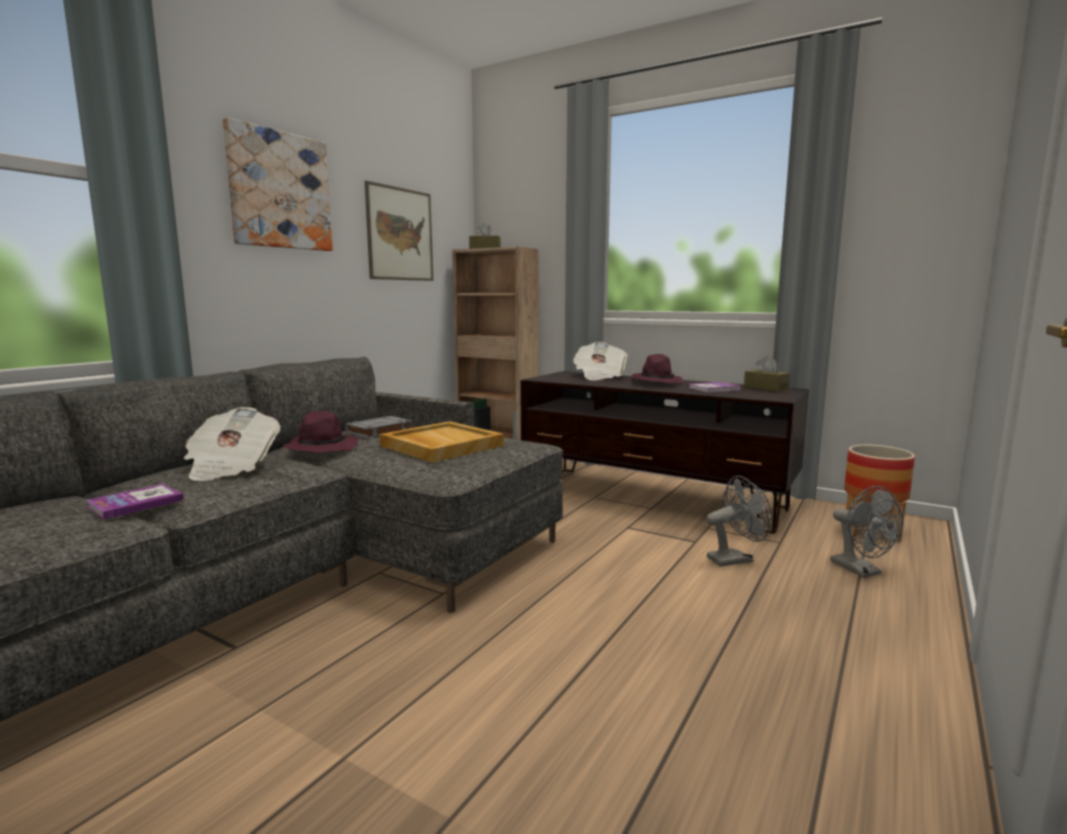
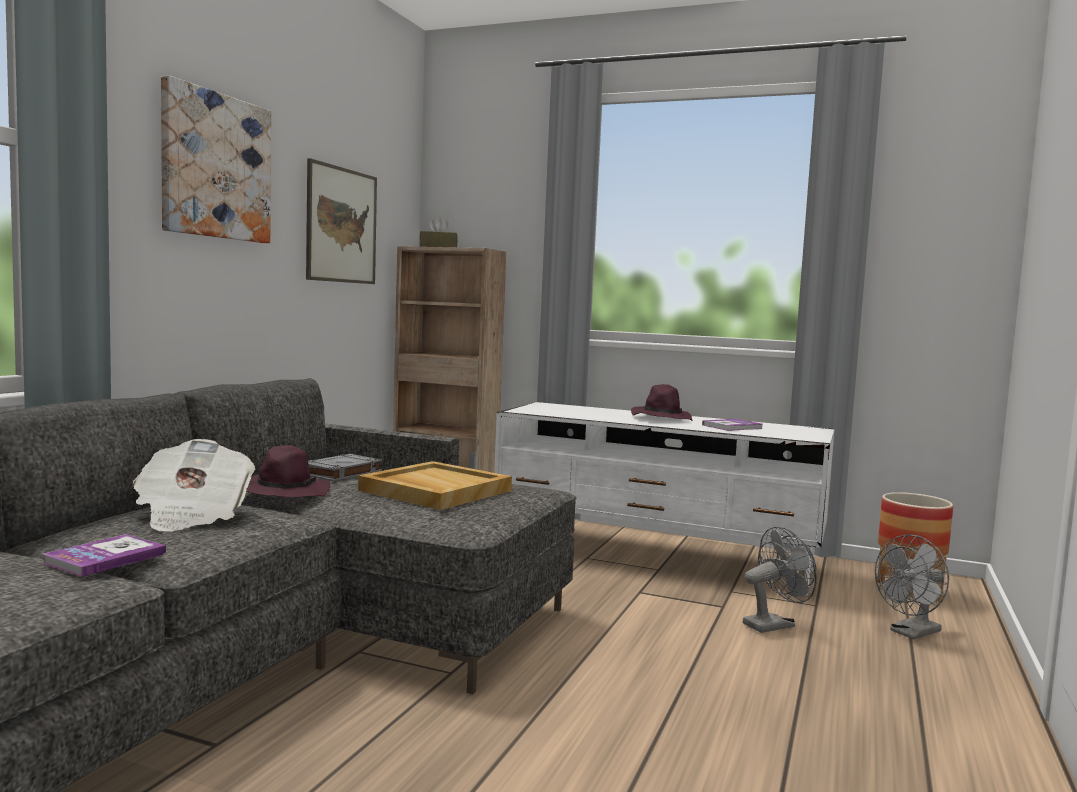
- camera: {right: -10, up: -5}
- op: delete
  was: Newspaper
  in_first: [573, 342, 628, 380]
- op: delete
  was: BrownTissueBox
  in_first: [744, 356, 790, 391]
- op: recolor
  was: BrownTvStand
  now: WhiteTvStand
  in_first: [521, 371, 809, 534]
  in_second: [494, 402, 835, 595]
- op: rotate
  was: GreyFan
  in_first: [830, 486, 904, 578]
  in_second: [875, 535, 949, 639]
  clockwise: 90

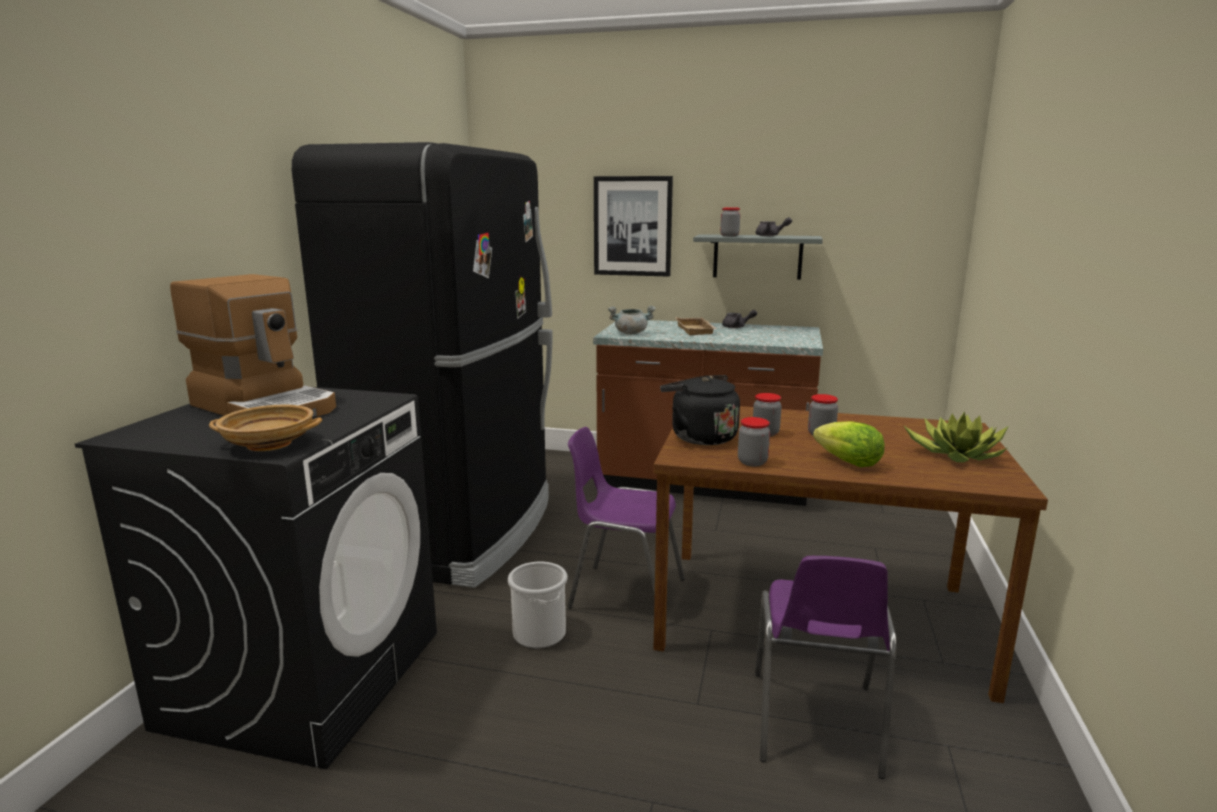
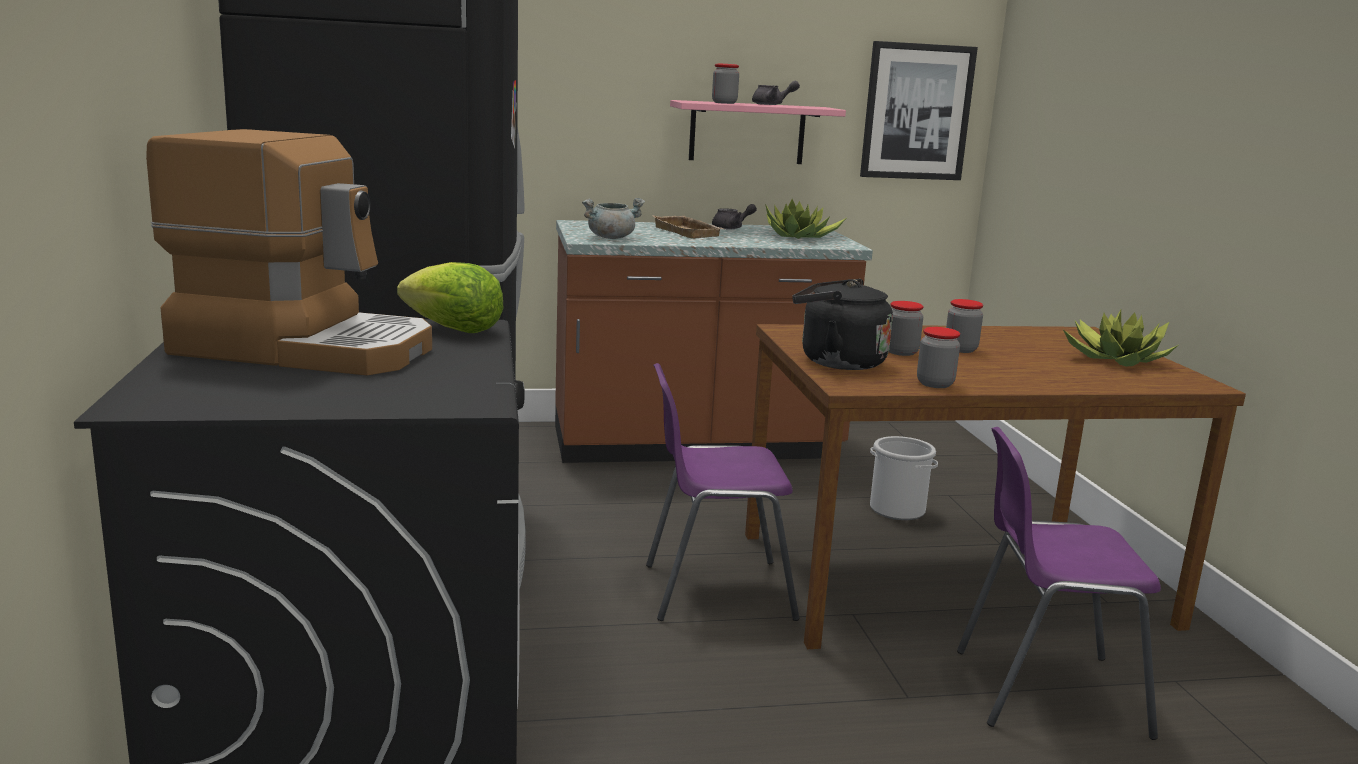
- camera: {right: -25, up: 0}
- op: move
  was: Picture
  in_first: [594, 176, 673, 277]
  in_second: [860, 41, 978, 180]
- op: recolor
  was: GreyShelf
  now: PinkShelf
  in_first: [693, 234, 823, 280]
  in_second: [670, 100, 846, 164]
- op: delete
  was: BeigeBowl
  in_first: [209, 405, 322, 451]
- op: move
  was: Lettuce
  in_first: [813, 421, 885, 467]
  in_second: [397, 262, 503, 333]
- op: rotate
  was: PurpleChair
  in_first: [755, 556, 897, 779]
  in_second: [957, 427, 1161, 740]
  clockwise: 105
- op: move
  was: Bucket
  in_first: [508, 562, 567, 649]
  in_second: [870, 436, 938, 520]
- op: insert
  now: PottedPlant
  in_second: [765, 199, 846, 239]

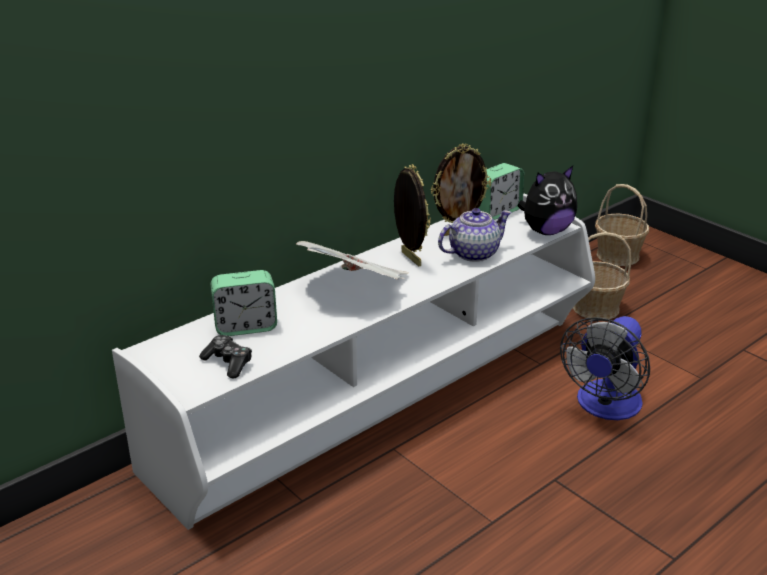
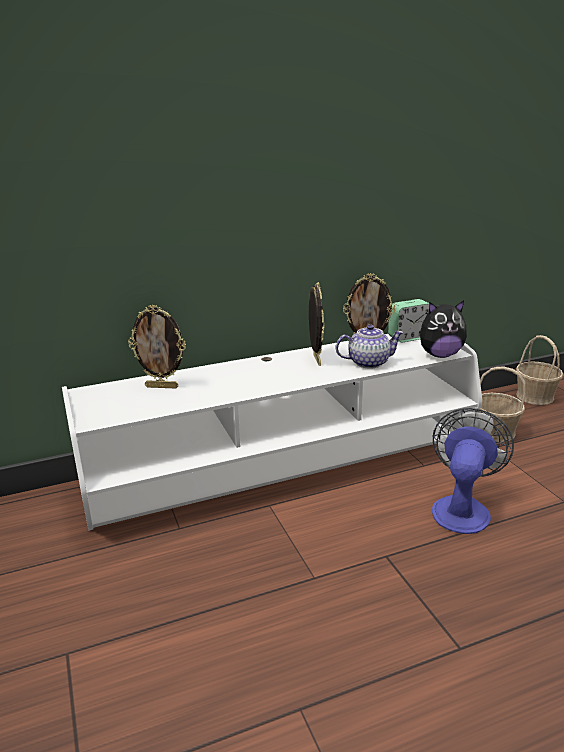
- camera: {right: 20, up: -5}
- op: delete
  was: Newspaper
  in_first: [296, 241, 409, 280]
- op: replace
  was: AlarmClock
  now: PictureFrame
  in_first: [211, 270, 277, 336]
  in_second: [128, 305, 186, 388]
- op: rotate
  was: Fan
  in_first: [560, 316, 650, 420]
  in_second: [432, 408, 514, 534]
  clockwise: 150
- op: delete
  was: GameController
  in_first: [199, 335, 252, 378]

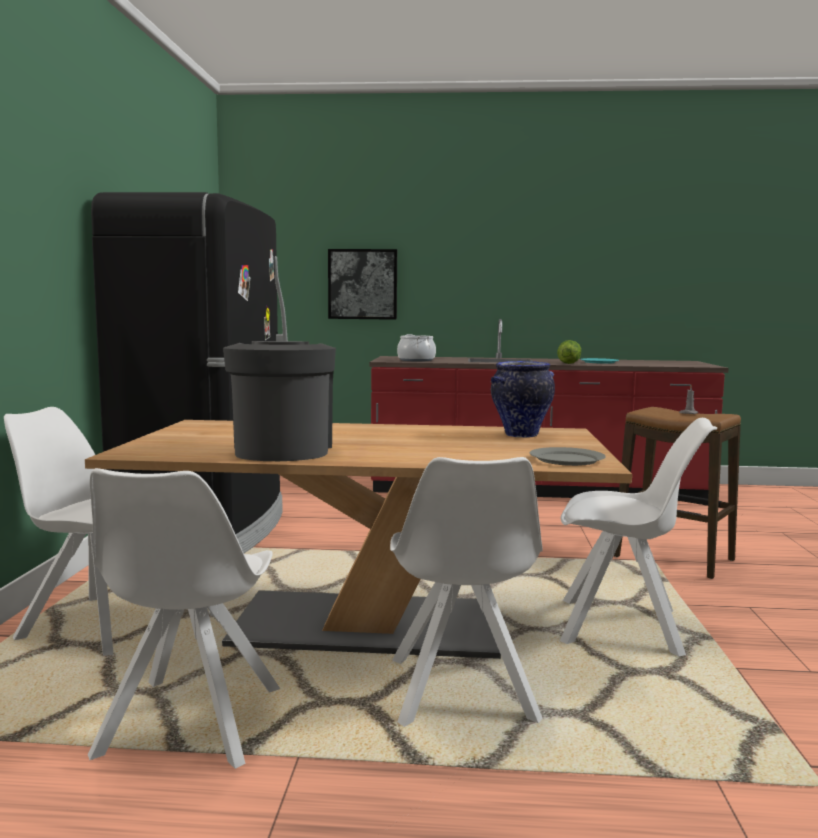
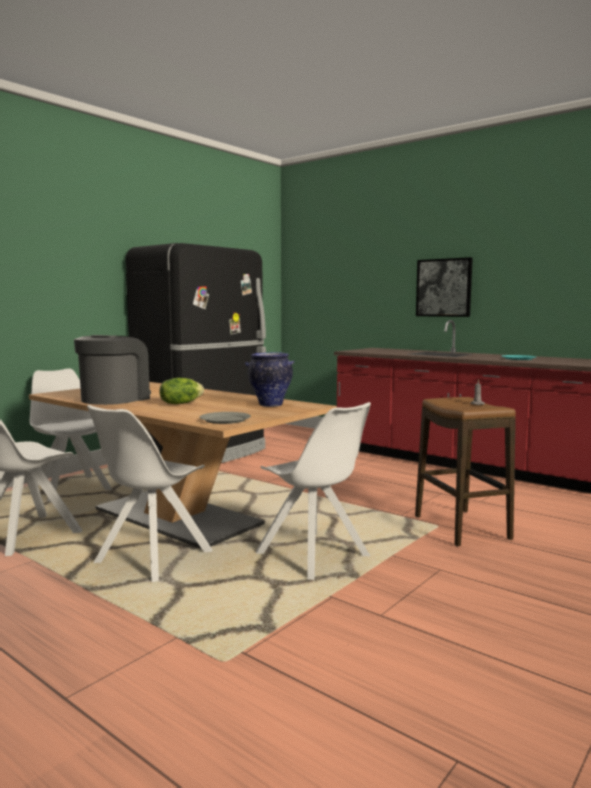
- camera: {right: 35, up: 0}
- op: move
  was: Picture
  in_first: [328, 249, 397, 320]
  in_second: [416, 257, 473, 317]
- op: delete
  was: CookingPot
  in_first: [397, 334, 436, 361]
- op: move
  was: Lettuce
  in_first: [557, 340, 581, 364]
  in_second: [159, 378, 204, 404]

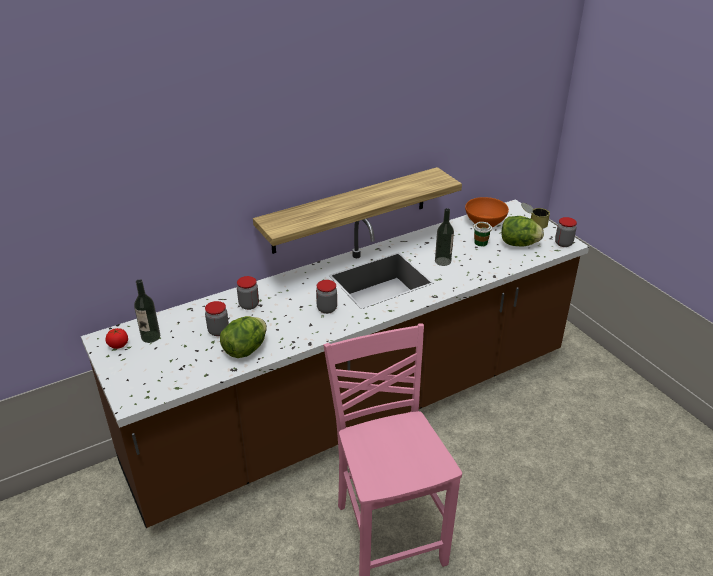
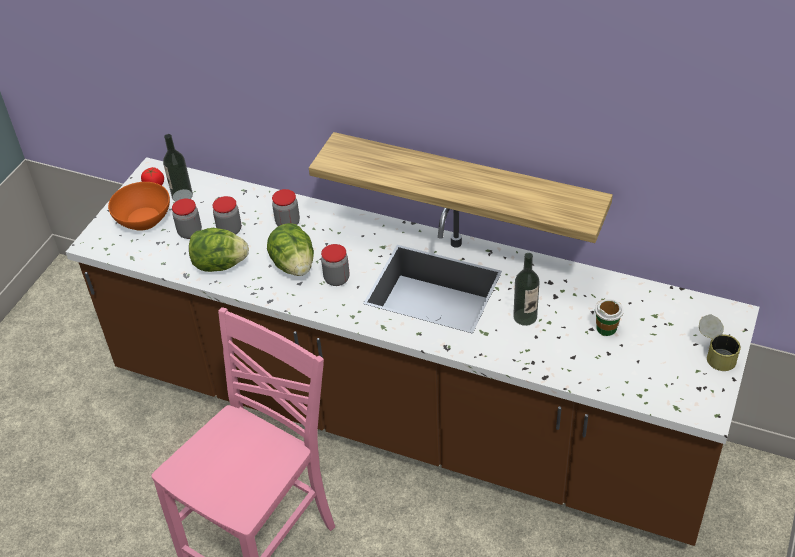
- camera: {right: 55, up: 10}
- op: move
  was: OrangeBowl
  in_first: [465, 197, 509, 227]
  in_second: [108, 182, 170, 231]
- op: move
  was: Lettuce
  in_first: [502, 216, 544, 246]
  in_second: [267, 223, 314, 276]
- op: move
  was: Jar
  in_first: [555, 217, 577, 247]
  in_second: [172, 199, 202, 239]

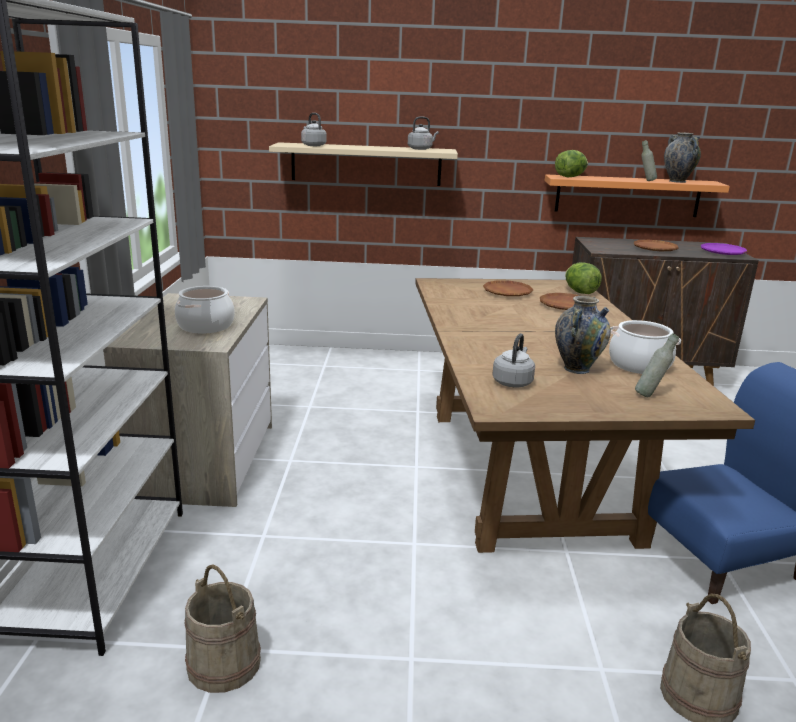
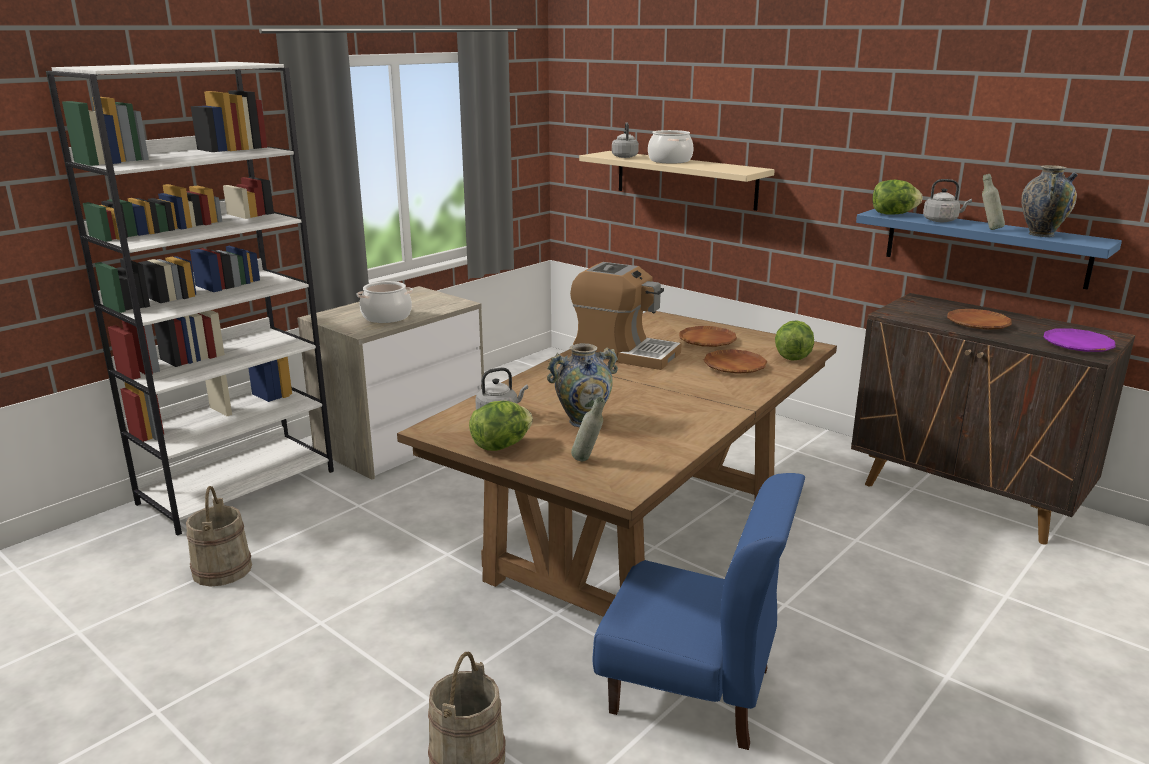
- camera: {right: 40, up: 0}
- op: move
  was: GreyKettle
  in_first: [408, 117, 439, 150]
  in_second: [923, 179, 972, 222]
- op: recolor
  was: OrangeShelf
  now: BlueShelf
  in_first: [545, 174, 730, 217]
  in_second: [856, 209, 1122, 290]
- op: move
  was: CookingPot
  in_first: [609, 320, 681, 374]
  in_second: [648, 130, 694, 164]
- op: insert
  now: CoffeeMachine
  in_second: [570, 262, 682, 370]
- op: insert
  now: Lettuce
  in_second: [469, 401, 533, 451]

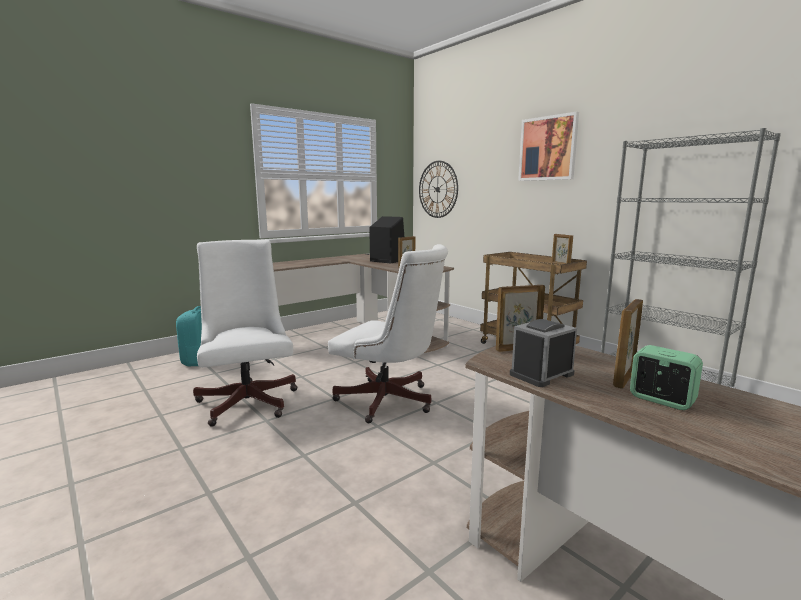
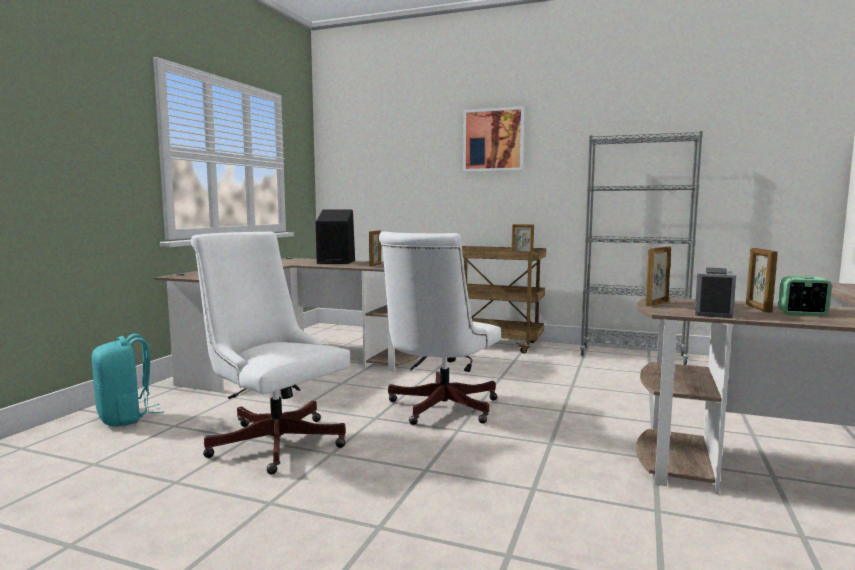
- camera: {right: -30, up: -5}
- op: delete
  was: WallClock
  in_first: [419, 161, 458, 218]
- op: rotate
  was: WhiteOfficeChair
  in_first: [328, 244, 448, 423]
  in_second: [379, 232, 501, 425]
  clockwise: 120

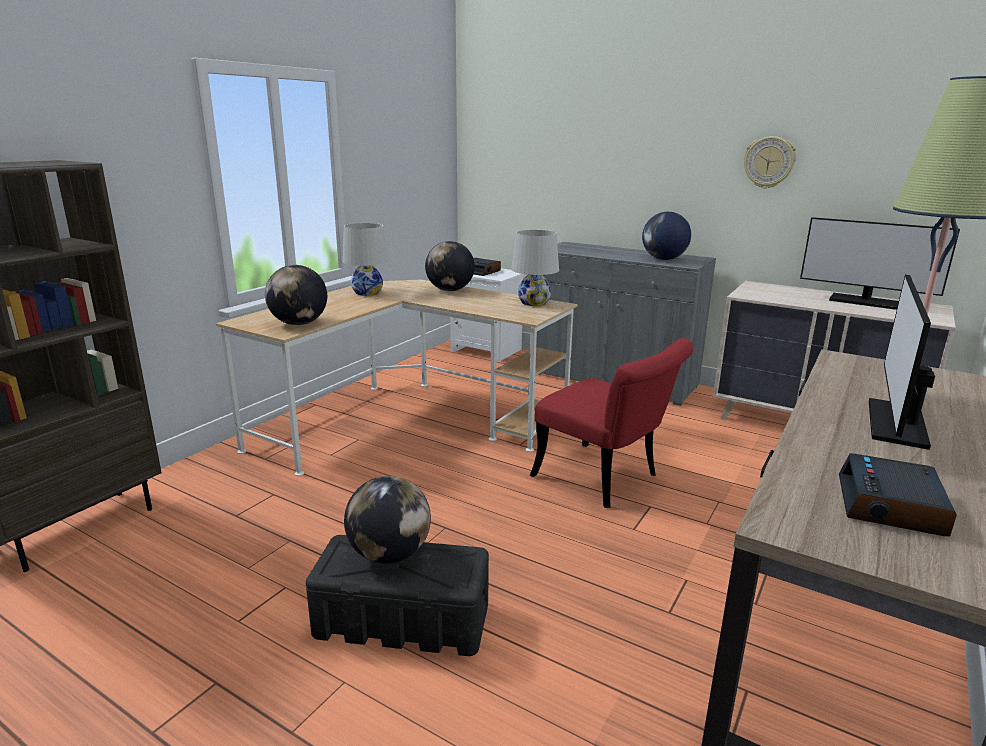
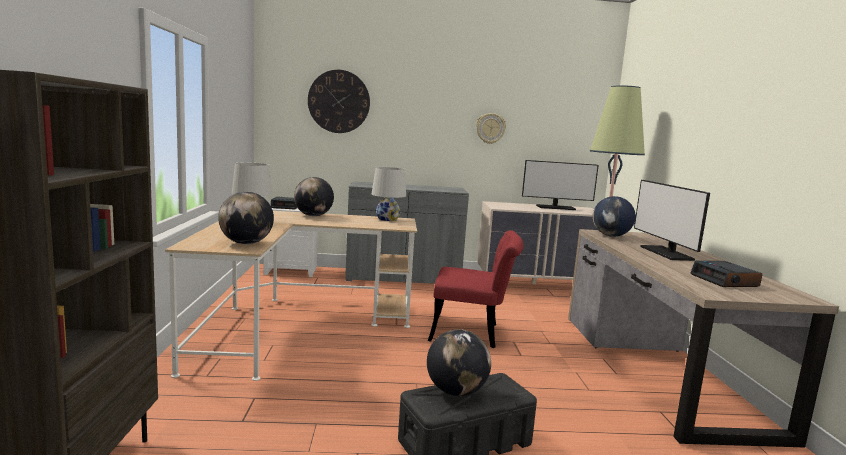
- camera: {right: -35, up: -10}
- op: move
  was: Globe
  in_first: [642, 212, 691, 260]
  in_second: [593, 196, 636, 237]
- op: insert
  now: WallClock
  in_second: [308, 70, 370, 133]

